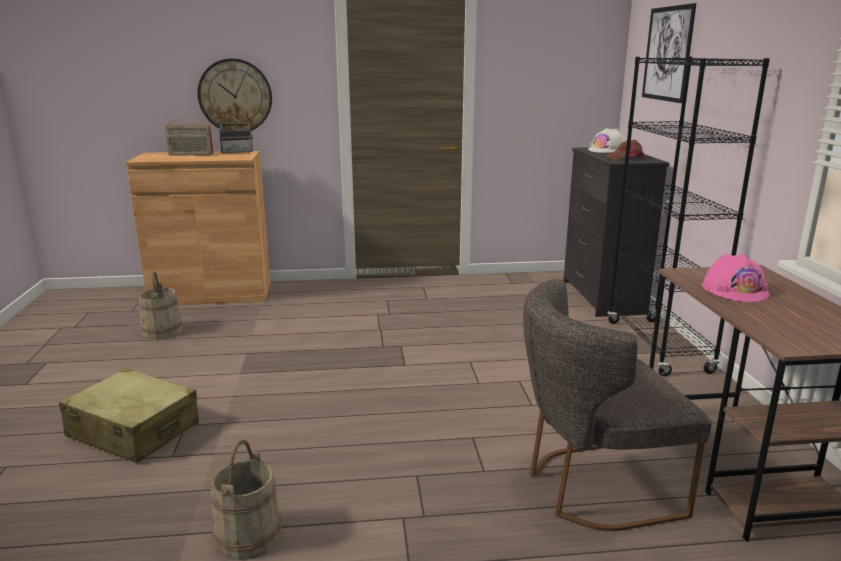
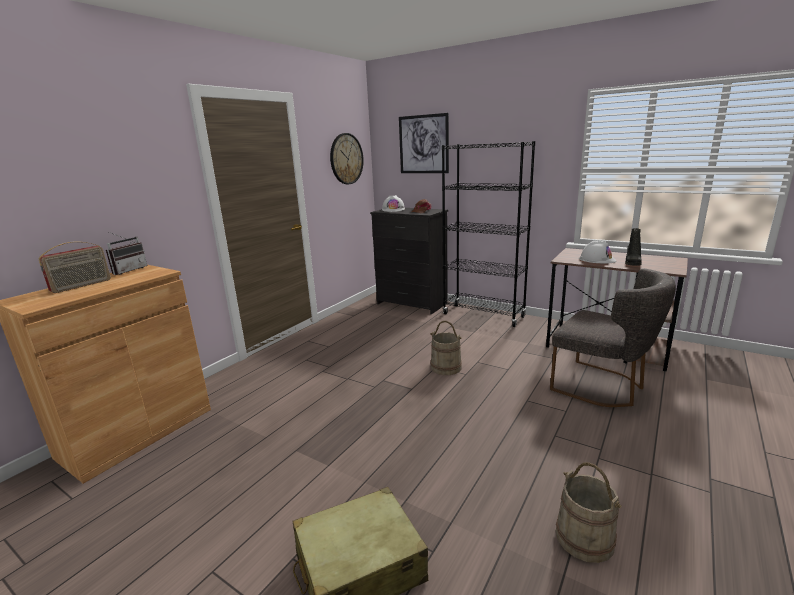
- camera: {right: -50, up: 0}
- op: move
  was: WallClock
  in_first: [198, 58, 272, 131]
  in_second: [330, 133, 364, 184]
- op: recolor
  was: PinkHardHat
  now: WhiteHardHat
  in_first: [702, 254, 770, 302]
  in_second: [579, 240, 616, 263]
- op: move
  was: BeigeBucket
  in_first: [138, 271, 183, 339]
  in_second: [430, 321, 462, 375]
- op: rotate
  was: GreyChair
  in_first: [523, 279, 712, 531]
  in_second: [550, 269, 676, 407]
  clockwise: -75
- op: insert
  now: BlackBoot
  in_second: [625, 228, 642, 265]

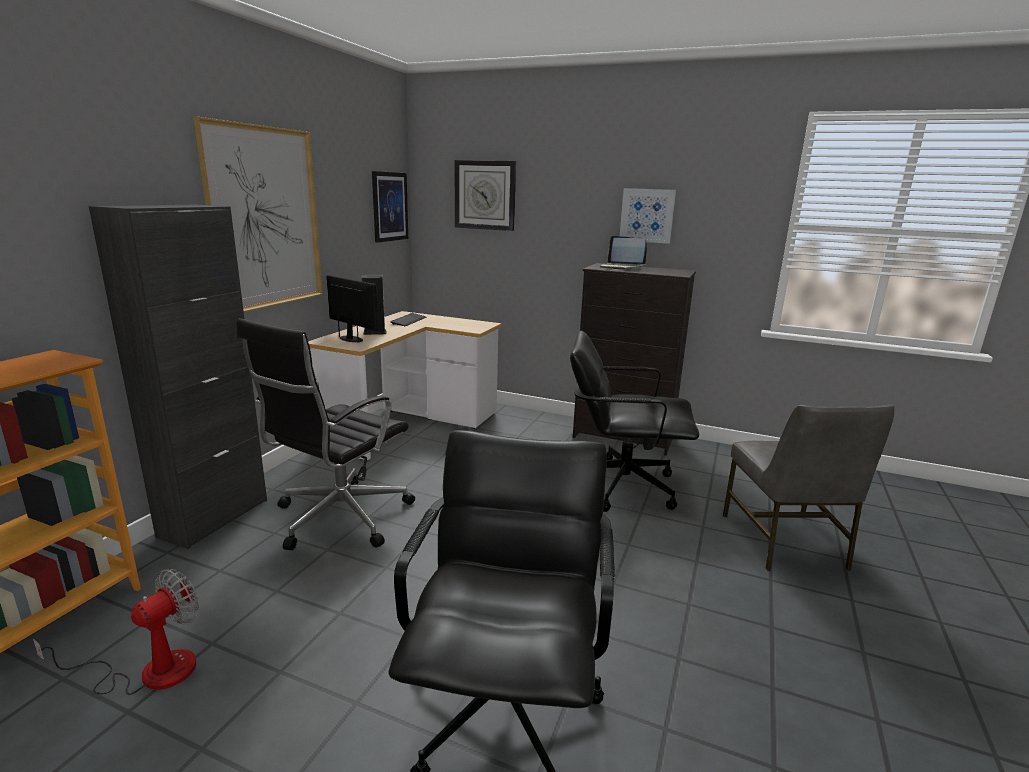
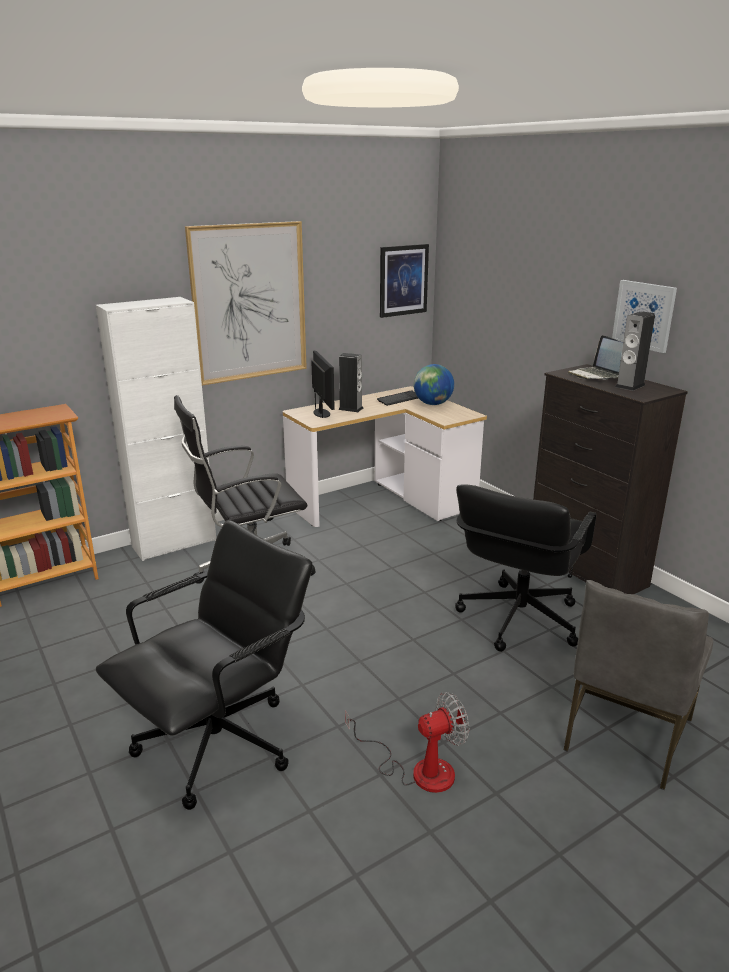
- camera: {right: 35, up: 5}
- op: delete
  was: WallClock
  in_first: [455, 160, 516, 231]
- op: recolor
  was: BlackCabinet
  now: WhiteCabinet
  in_first: [89, 204, 267, 549]
  in_second: [96, 297, 216, 561]
- op: rotate
  was: BlackOfficeChair
  in_first: [570, 331, 699, 512]
  in_second: [455, 484, 597, 652]
  clockwise: -105
- op: move
  was: Fan
  in_first: [33, 569, 199, 695]
  in_second: [345, 692, 469, 793]
- op: insert
  now: Speaker
  in_second: [615, 311, 655, 391]
- op: insert
  now: Globe
  in_second: [414, 364, 454, 405]

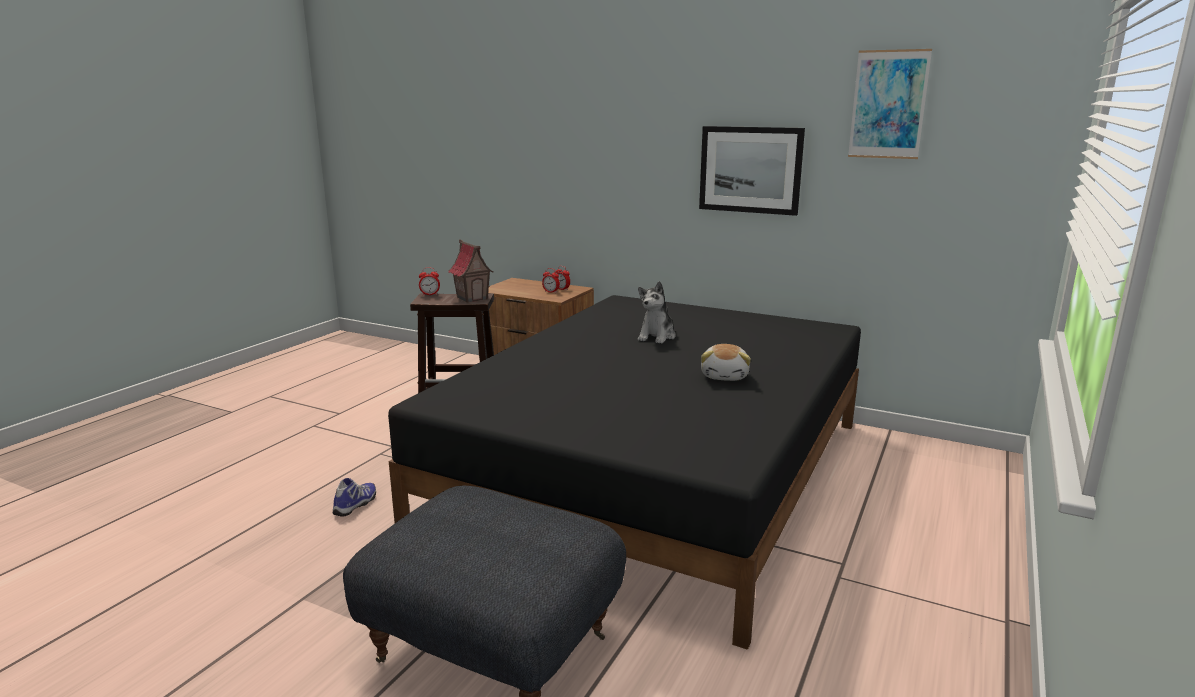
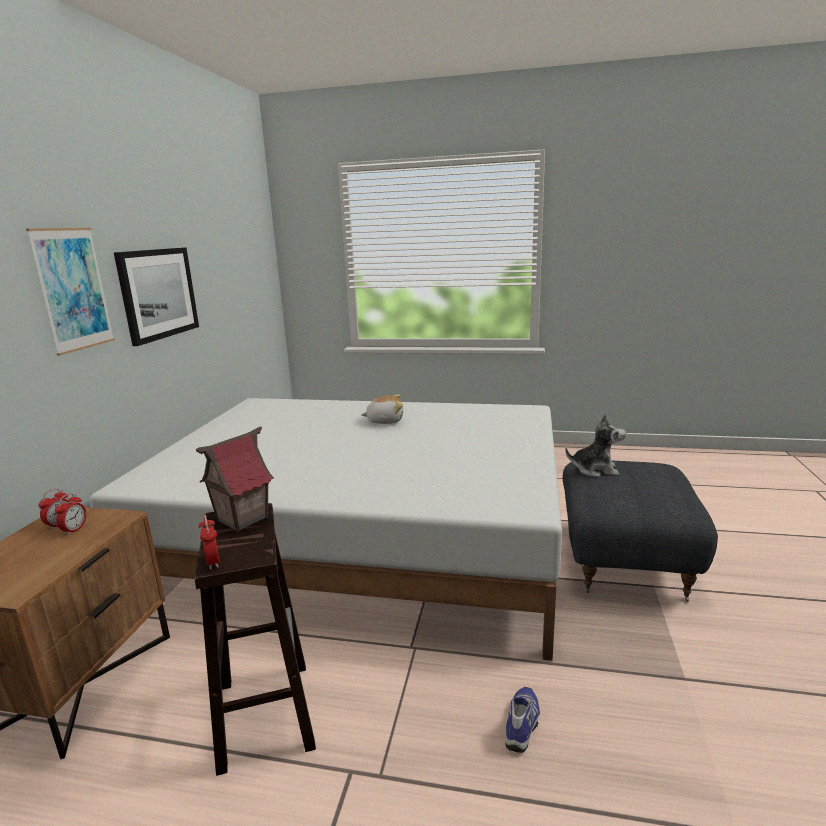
- camera: {right: -105, up: 0}
- op: move
  was: Picture
  in_first: [848, 49, 932, 159]
  in_second: [26, 228, 115, 356]
- op: move
  was: PlushToy
  in_first: [638, 281, 676, 344]
  in_second: [565, 414, 626, 477]
- op: recolor
  was: BlackBed
  now: WhiteBed
  in_first: [388, 295, 861, 650]
  in_second: [89, 398, 562, 661]
- op: rotate
  was: Shoe
  in_first: [333, 478, 376, 517]
  in_second: [505, 687, 540, 753]
  clockwise: 105

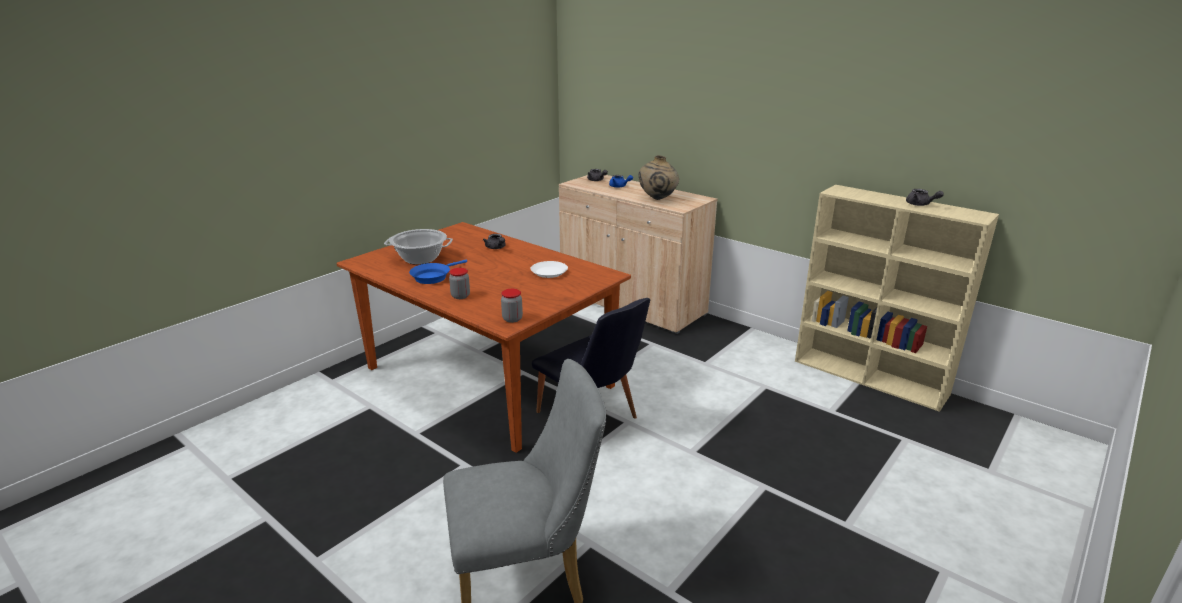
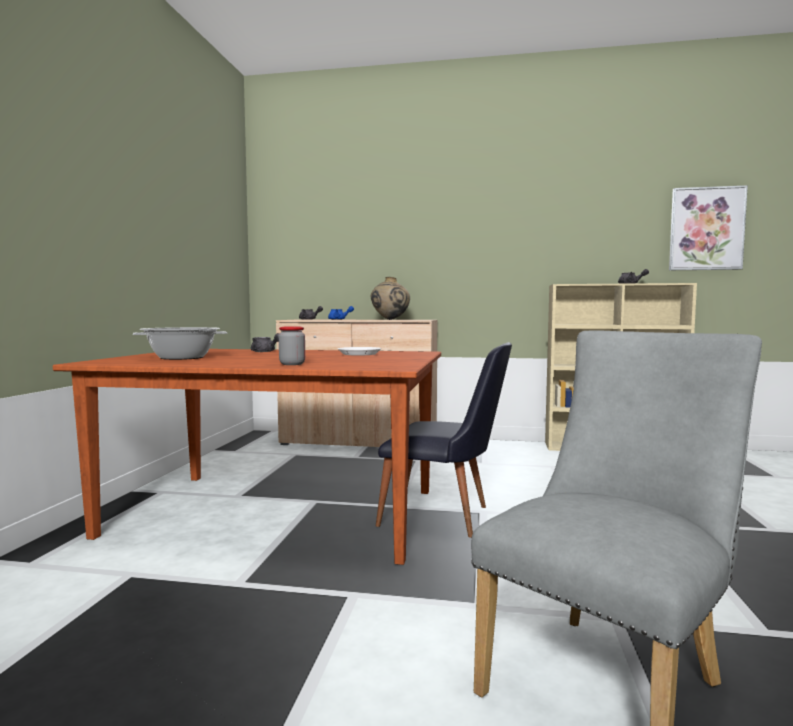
- camera: {right: -30, up: -20}
- op: delete
  was: BlueFryingPan
  in_first: [409, 260, 467, 284]
- op: delete
  was: Jar
  in_first: [501, 289, 523, 323]
- op: insert
  now: Picture
  in_second: [669, 185, 748, 270]

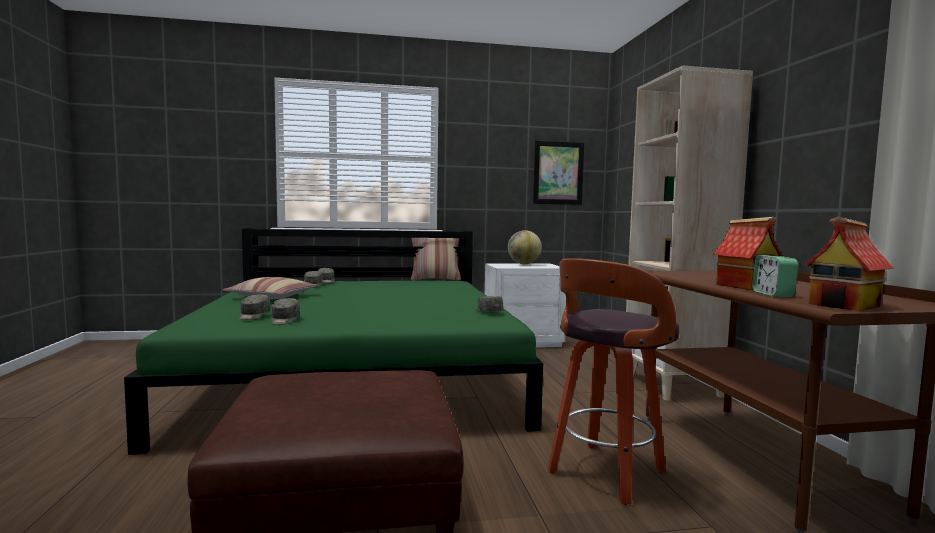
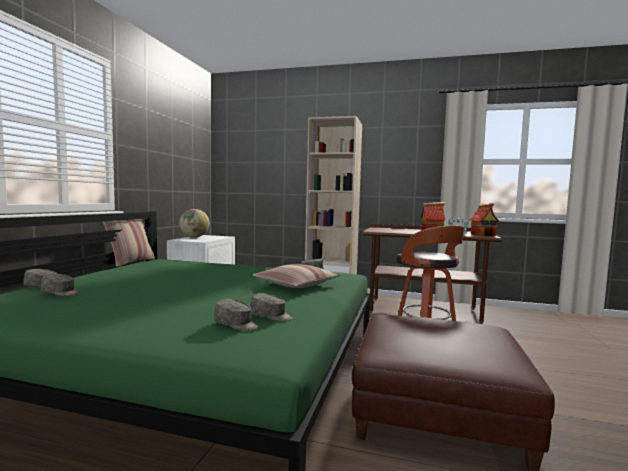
- camera: {right: -65, up: 0}
- op: delete
  was: Picture
  in_first: [533, 141, 584, 205]
- op: move
  was: Pillow
  in_first: [223, 277, 318, 299]
  in_second: [252, 264, 340, 288]

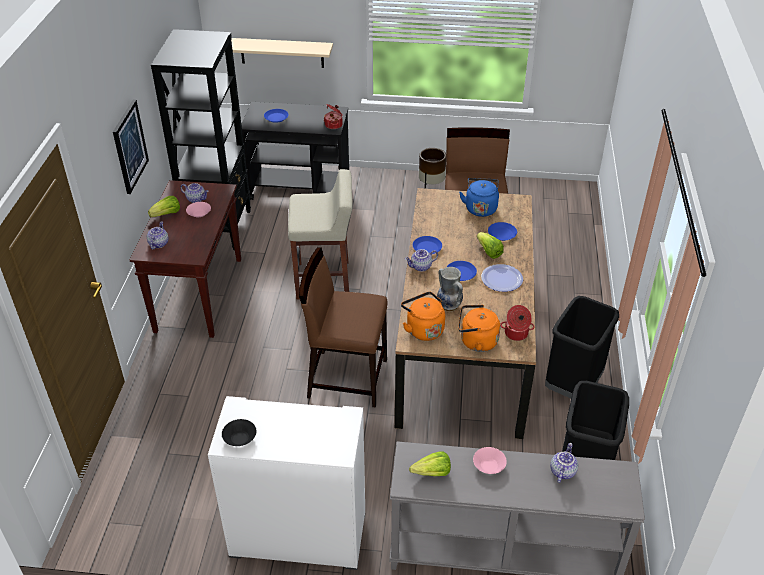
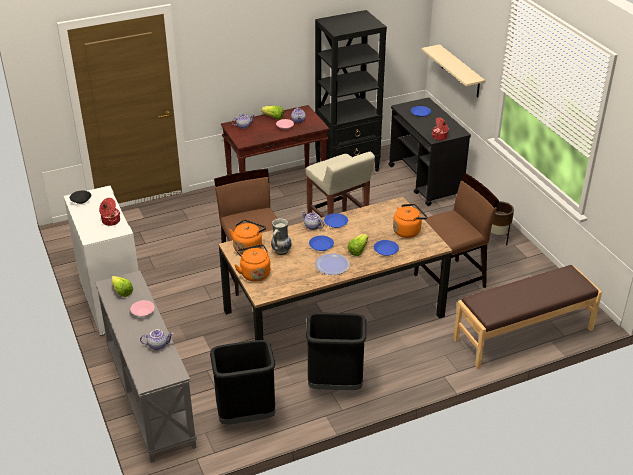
- camera: {right: 60, up: -5}
- op: delete
  was: Picture
  in_first: [113, 99, 149, 194]
- op: recolor
  was: BlueKettle
  now: OrangeKettle
  in_first: [459, 178, 499, 217]
  in_second: [393, 204, 427, 238]
- op: move
  was: CookingPot
  in_first: [500, 305, 535, 341]
  in_second: [99, 198, 120, 226]
- op: insert
  now: BrownBench
  in_second: [453, 265, 602, 369]

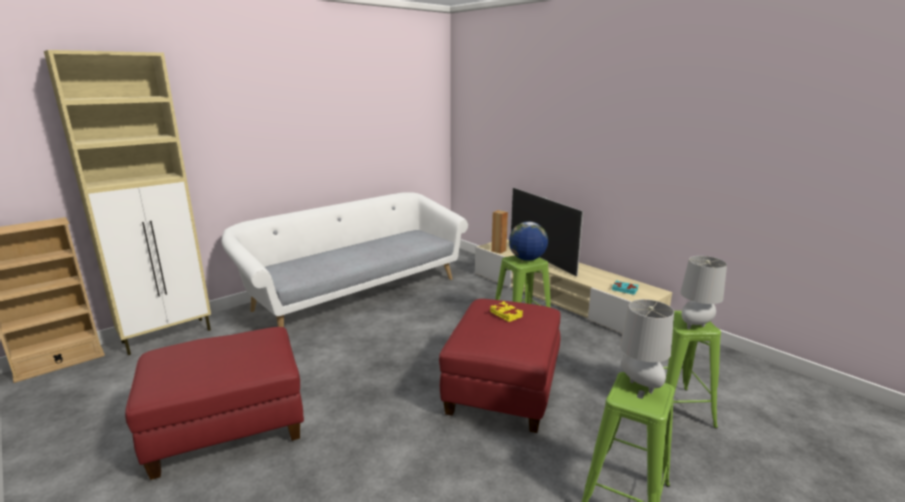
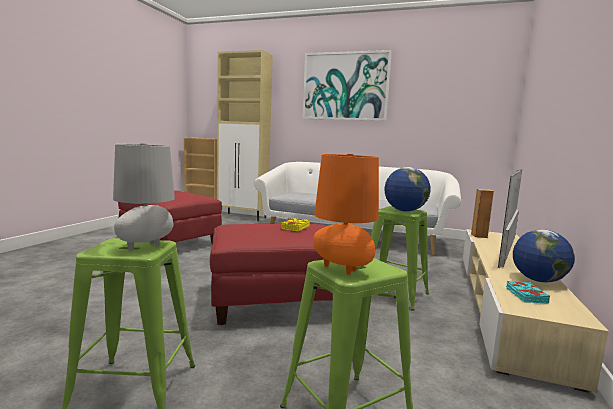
- camera: {right: 60, up: -10}
- op: recolor
  was: GreyTableLamp
  now: OrangeTableLamp
  in_first: [680, 256, 727, 329]
  in_second: [313, 154, 379, 275]
- op: insert
  now: Picture
  in_second: [302, 50, 392, 121]
- op: insert
  now: Globe
  in_second: [513, 229, 575, 282]

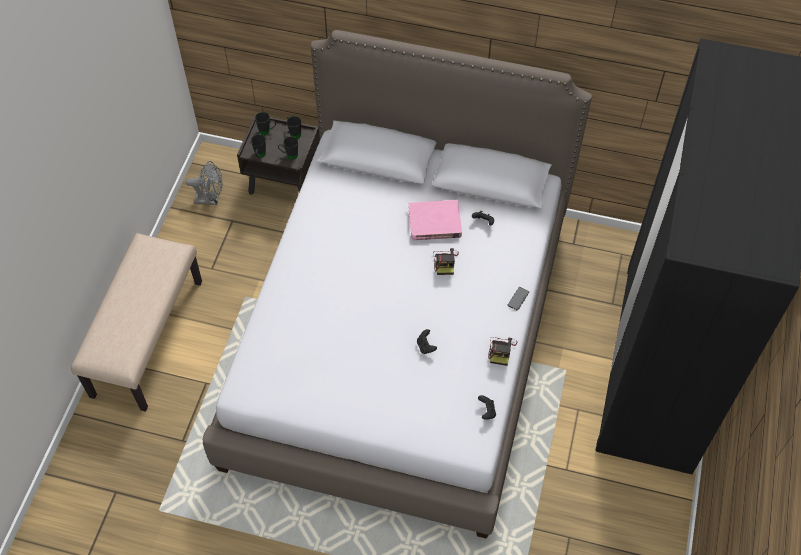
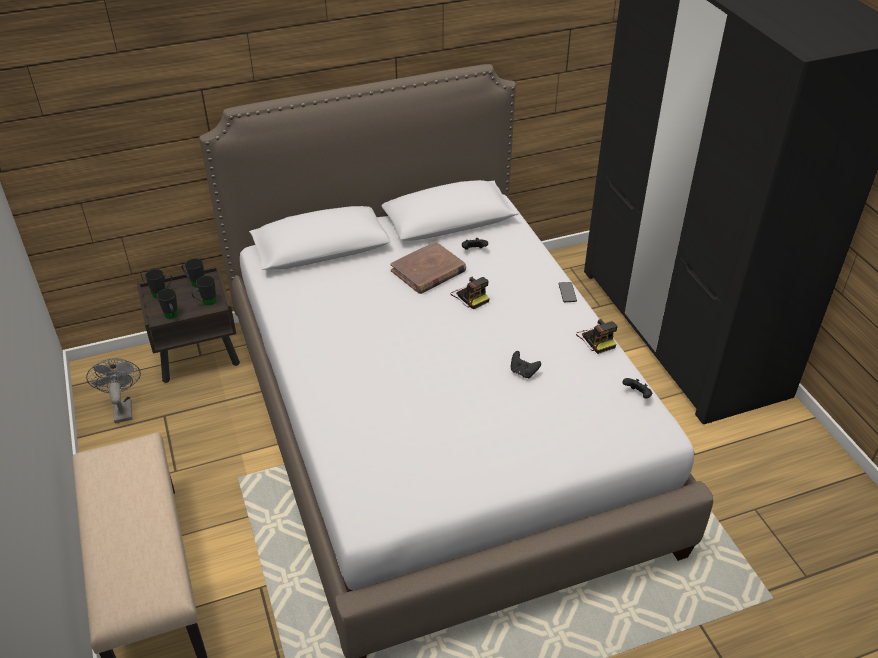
- camera: {right: -35, up: -15}
- op: rotate
  was: GreyFan
  in_first: [186, 161, 223, 205]
  in_second: [86, 358, 141, 423]
  clockwise: -75
- op: recolor
  was: PinkBook
  now: BrownBook
  in_first: [409, 200, 462, 240]
  in_second: [390, 241, 466, 294]

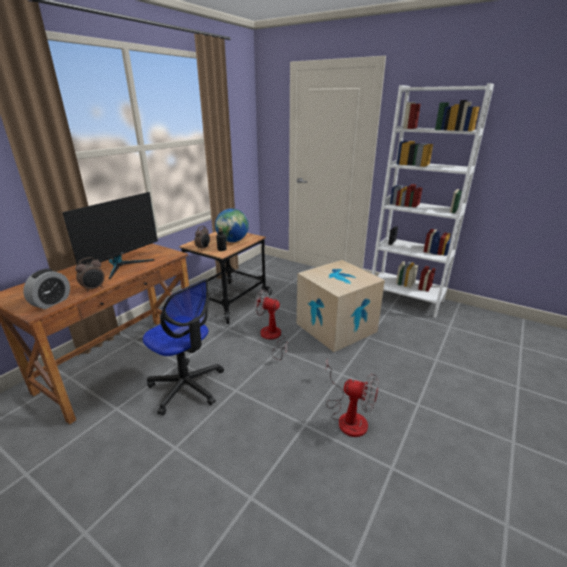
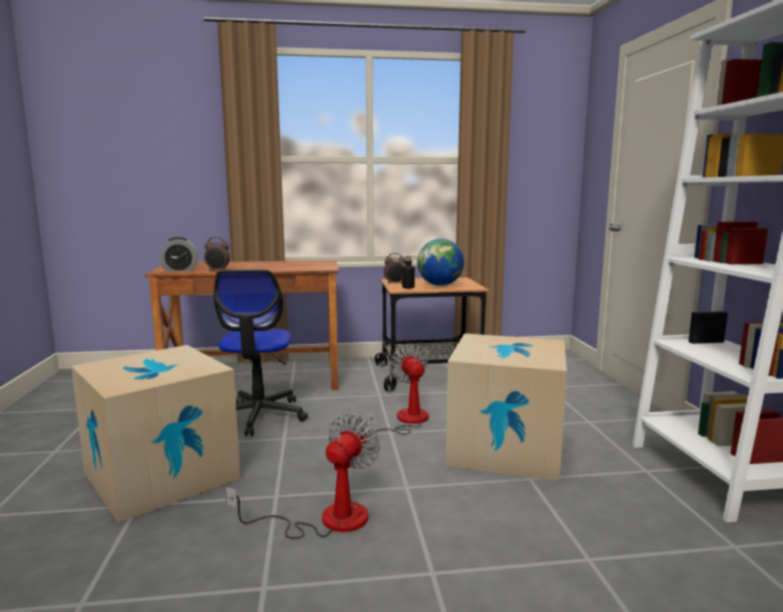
- camera: {right: 50, up: -15}
- op: delete
  was: Monitor
  in_first: [62, 192, 158, 279]
- op: rotate
  was: Fan
  in_first: [325, 359, 379, 437]
  in_second: [226, 414, 380, 539]
  clockwise: -135
- op: insert
  now: CardboardBox
  in_second: [71, 345, 240, 523]

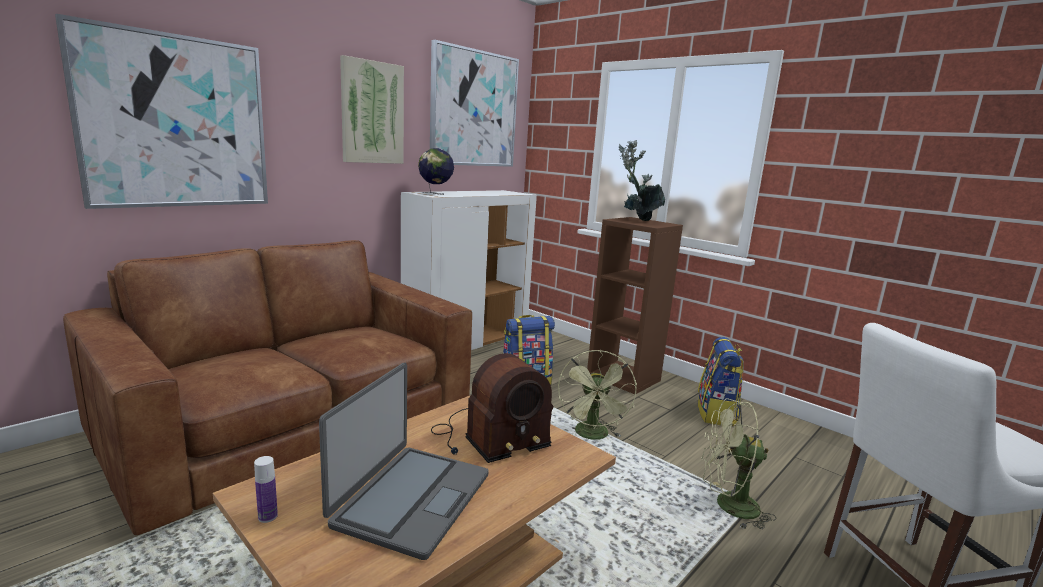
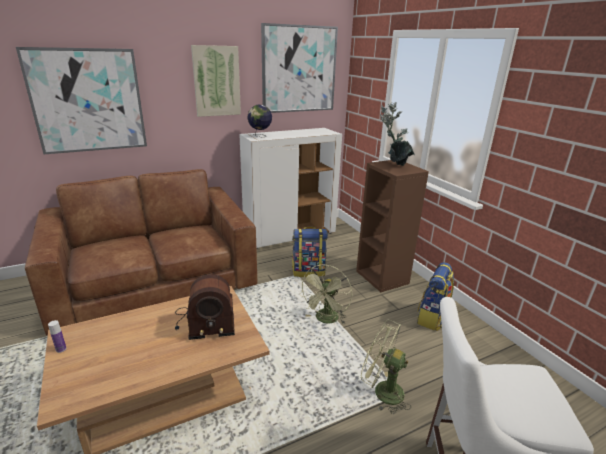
- camera: {right: 20, up: 10}
- op: delete
  was: Laptop
  in_first: [319, 363, 489, 560]

